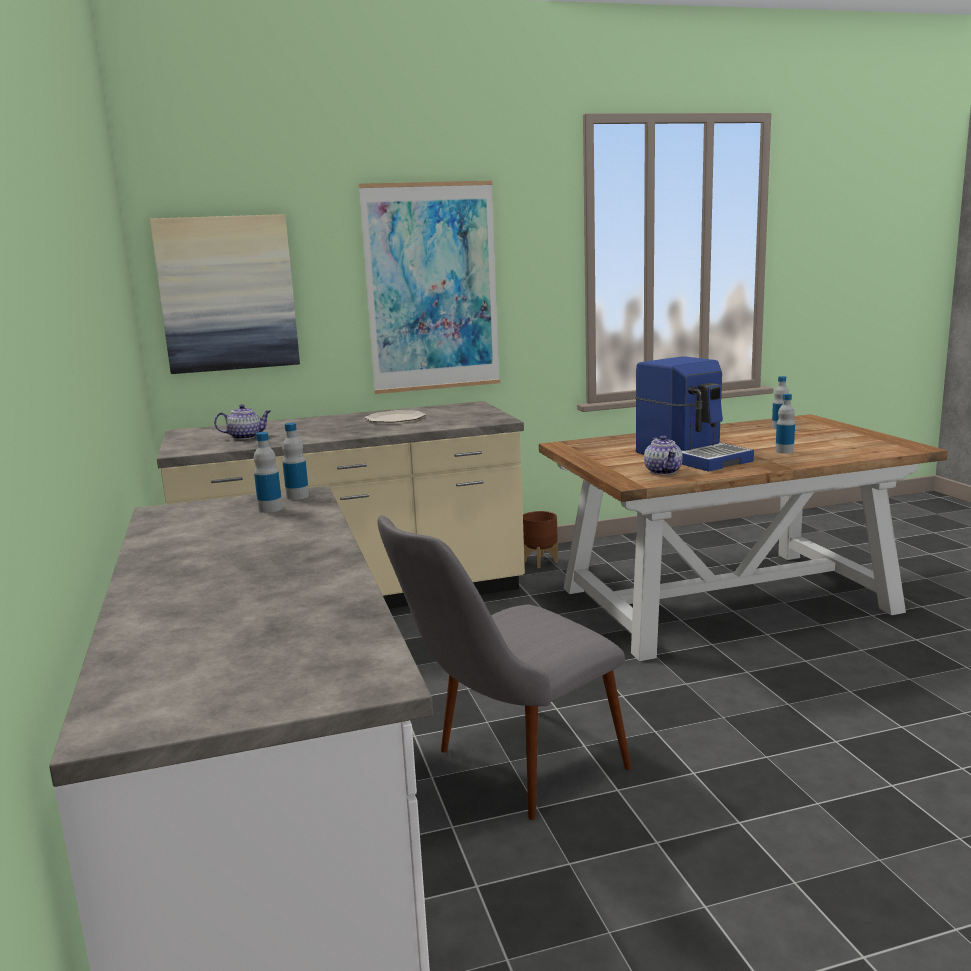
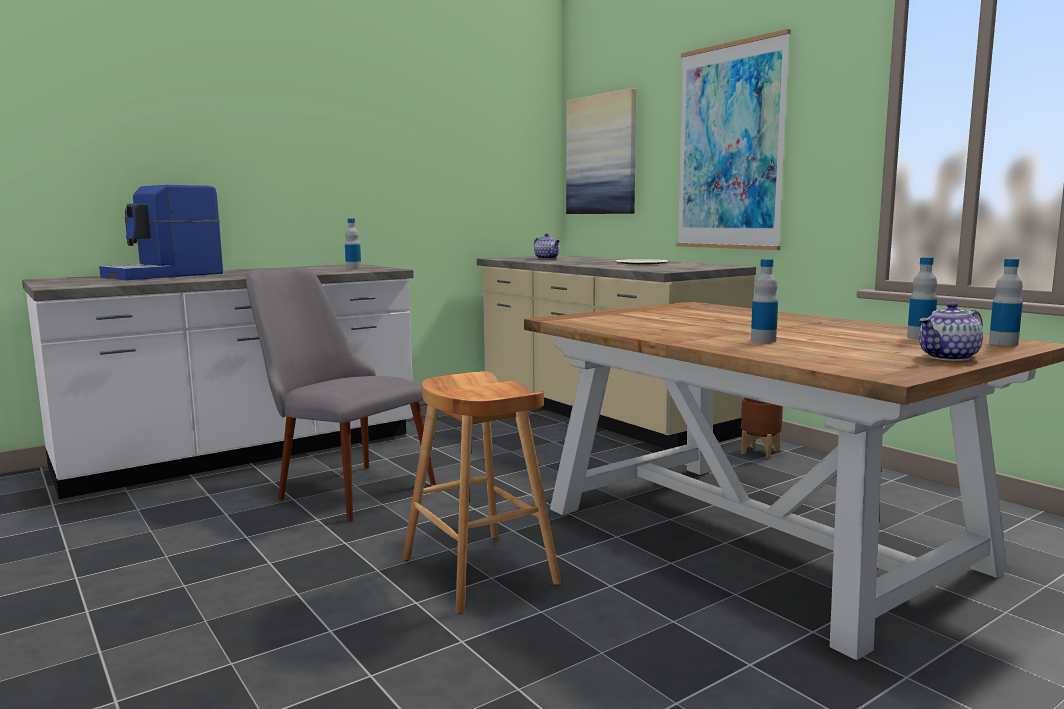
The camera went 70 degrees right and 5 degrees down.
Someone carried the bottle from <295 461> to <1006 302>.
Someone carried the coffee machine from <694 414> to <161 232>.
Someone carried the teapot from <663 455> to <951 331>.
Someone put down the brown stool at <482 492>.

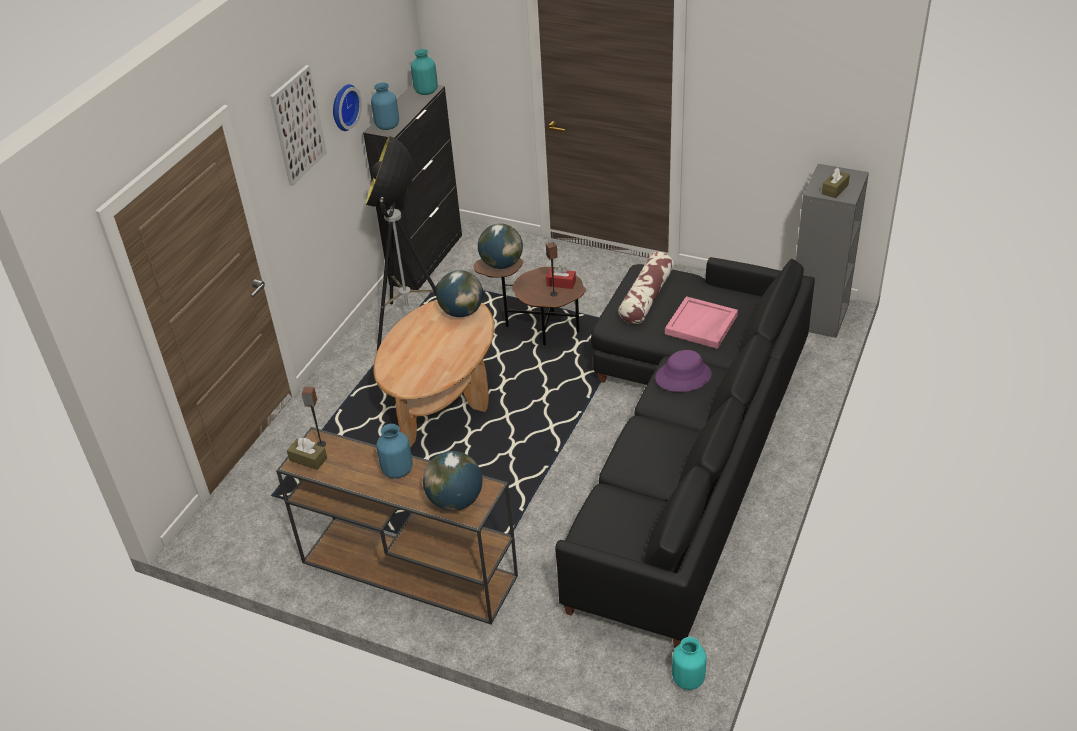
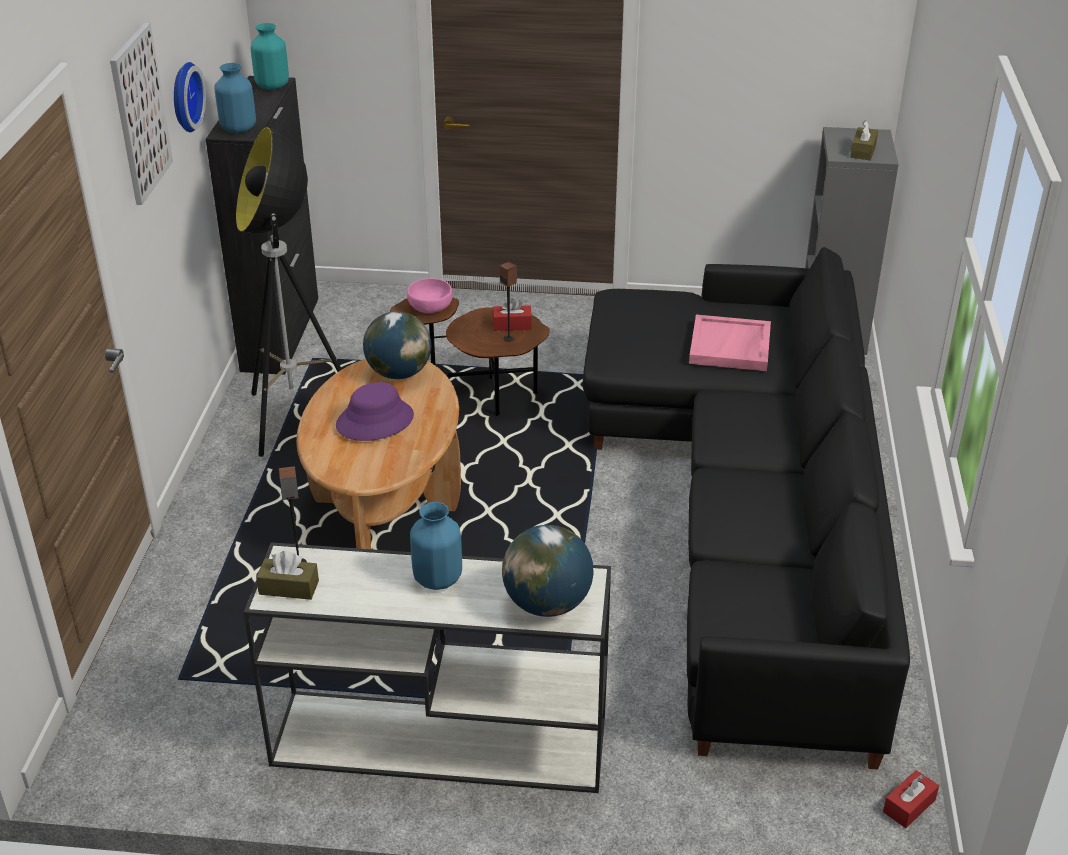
The camera went 20 degrees left and 5 degrees down.
Someone repainted the brown console table at <397 525>, which became the white console table at <427 667>.
Someone swapped the globe at <500 246> for the pink bowl at <430 295>.
Someone took away the pillow at <646 288>.
Someone carried the purple hat from <683 371> to <375 411>.
Someone swapped the turquoise vase at <689 663> for the red tissue box at <911 799>.

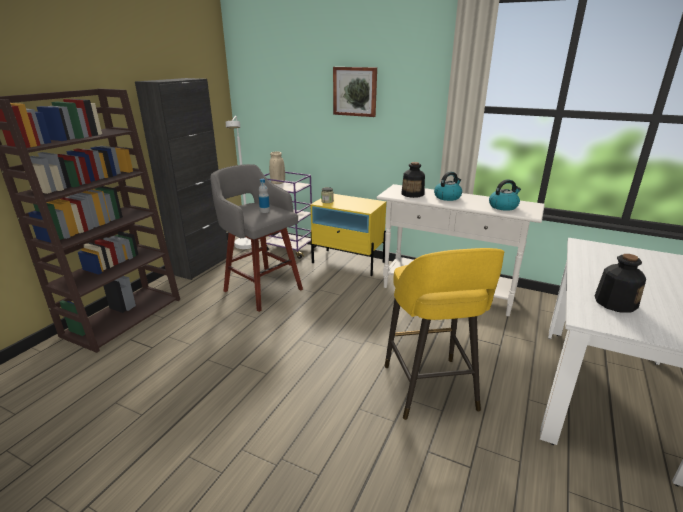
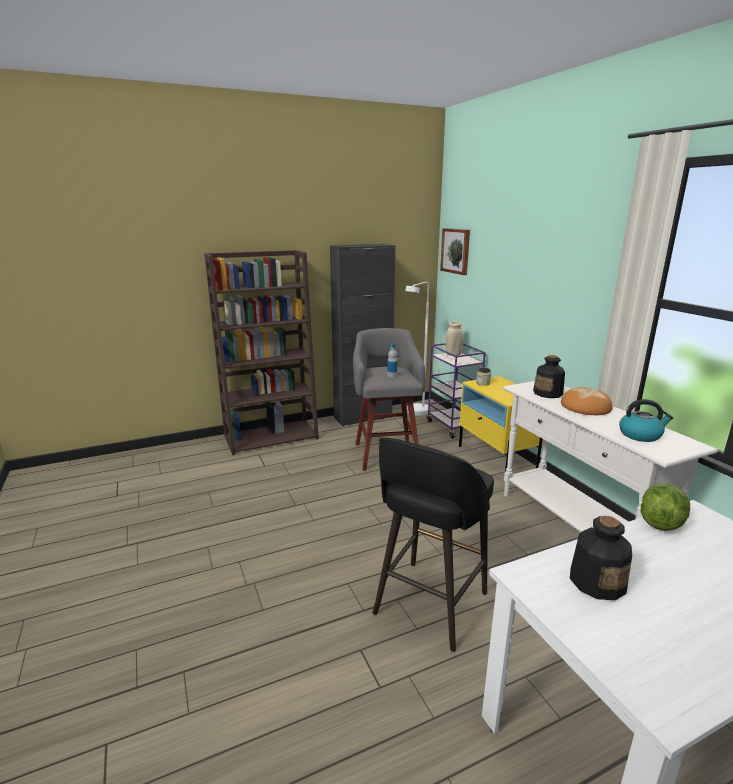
The camera went 40 degrees right and 5 degrees down.
Someone carried the picture from <355 92> to <455 251>.
Someone repainted the yellow stool at <444 334>, which became the black stool at <433 544>.
Someone swapped the kettle at <448 186> for the bread at <587 401>.
Someone put down the lettuce at <665 507>.

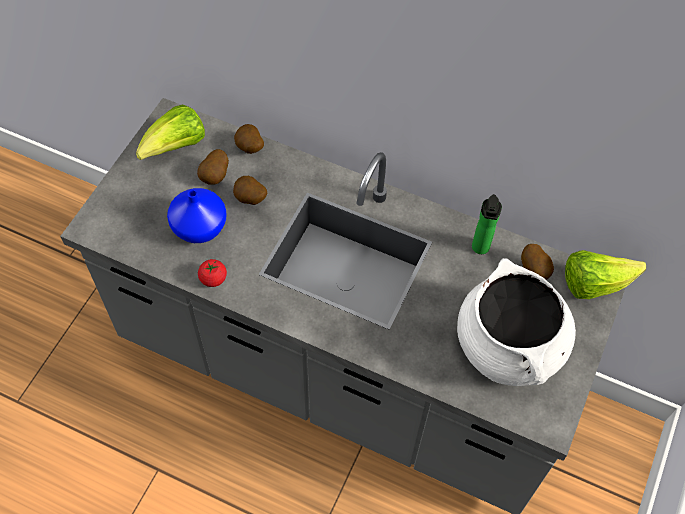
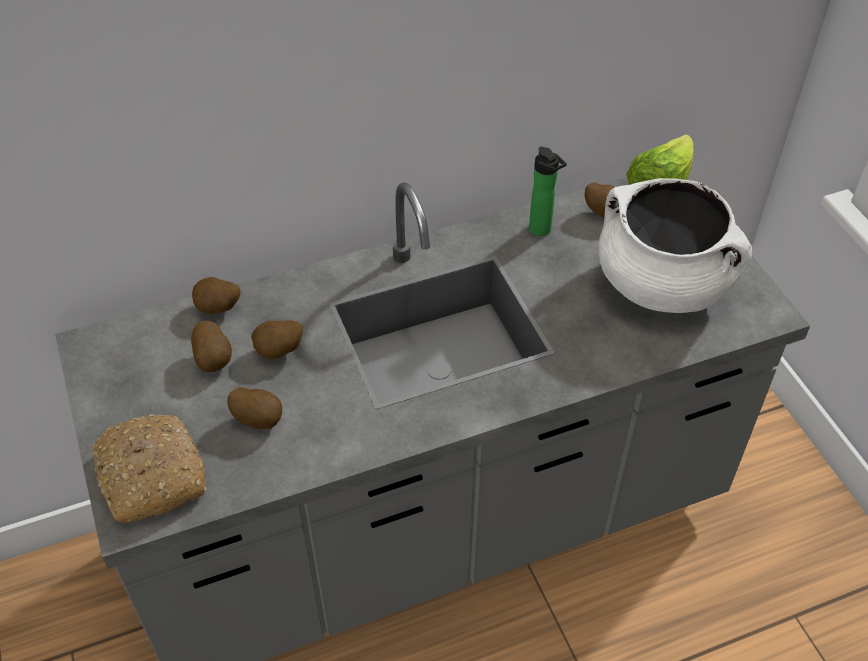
The camera went 45 degrees left and 10 degrees down.
Someone took away the lettuce at <170 132>.
Someone swapped the blue vase at <196 215> for the potato at <254 408>.
Someone took away the tomato at <212 273>.
Someone put down the bread at <149 468>.

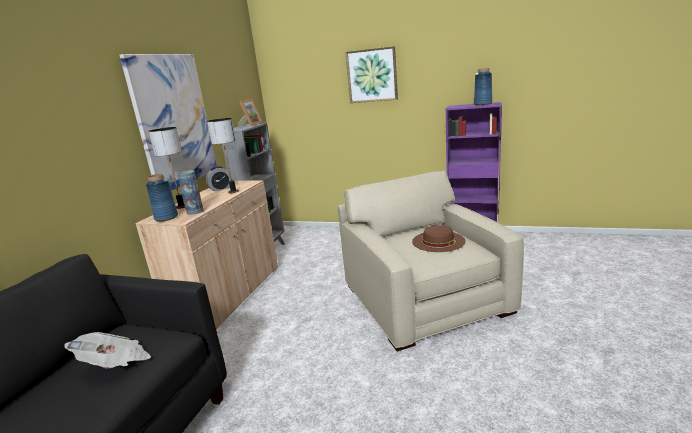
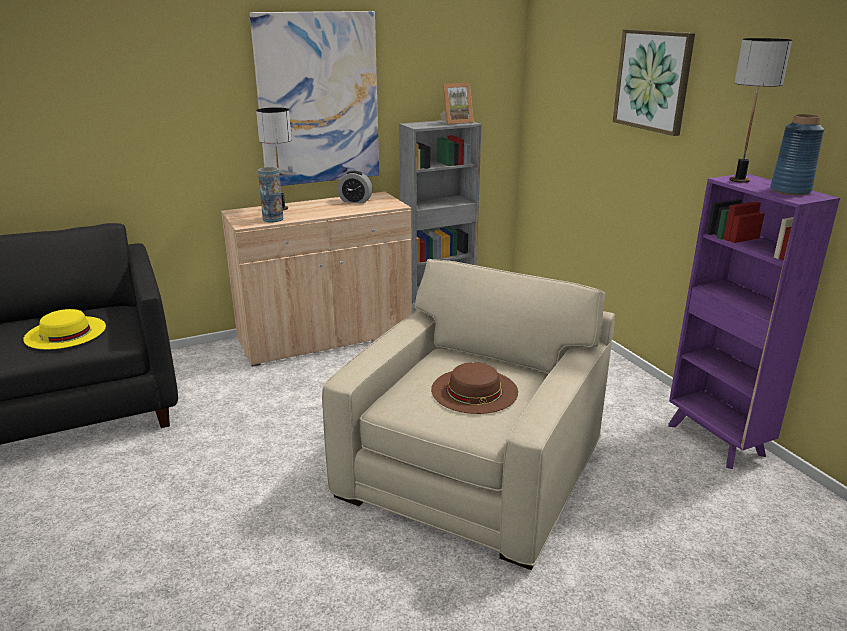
The camera went 45 degrees right and 5 degrees up.
Someone swapped the newspaper at <108 350> for the yellow hat at <64 329>.
Someone took away the blue vase at <162 198>.
Someone carried the table lamp from <223 155> to <760 110>.

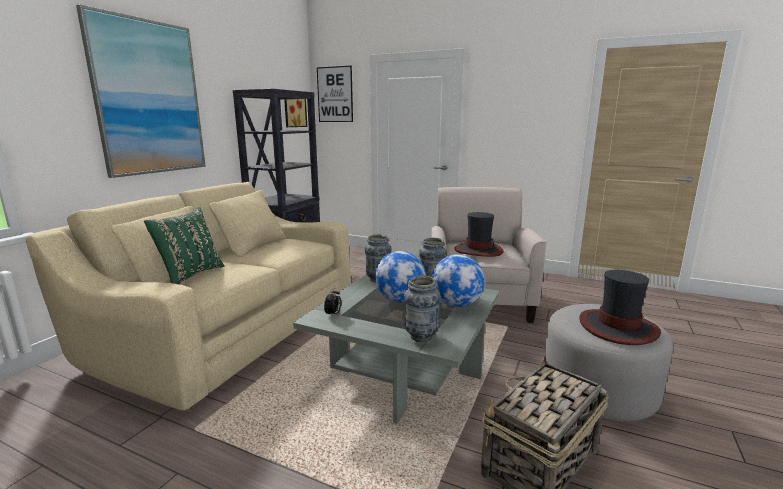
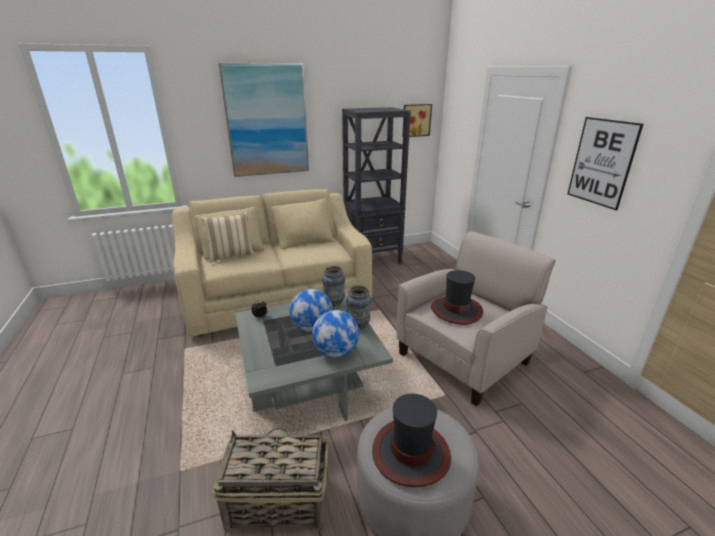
The camera went 45 degrees right and 10 degrees up.
Someone repainted the green pillow at <184 246>, which became the beige pillow at <228 237>.
Someone carried the picture from <335 94> to <605 163>.
Someone took away the vase at <422 309>.

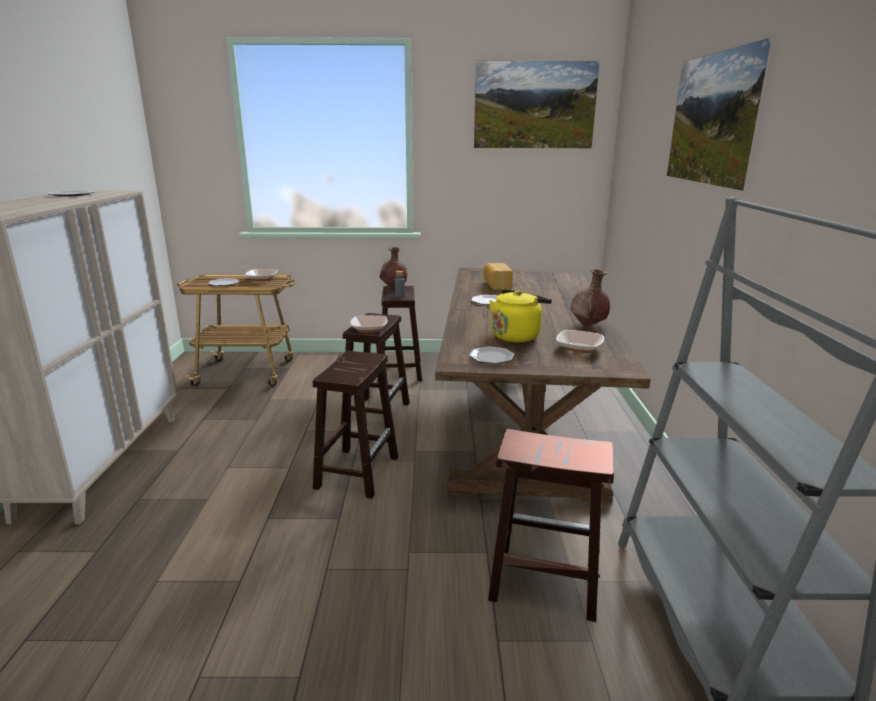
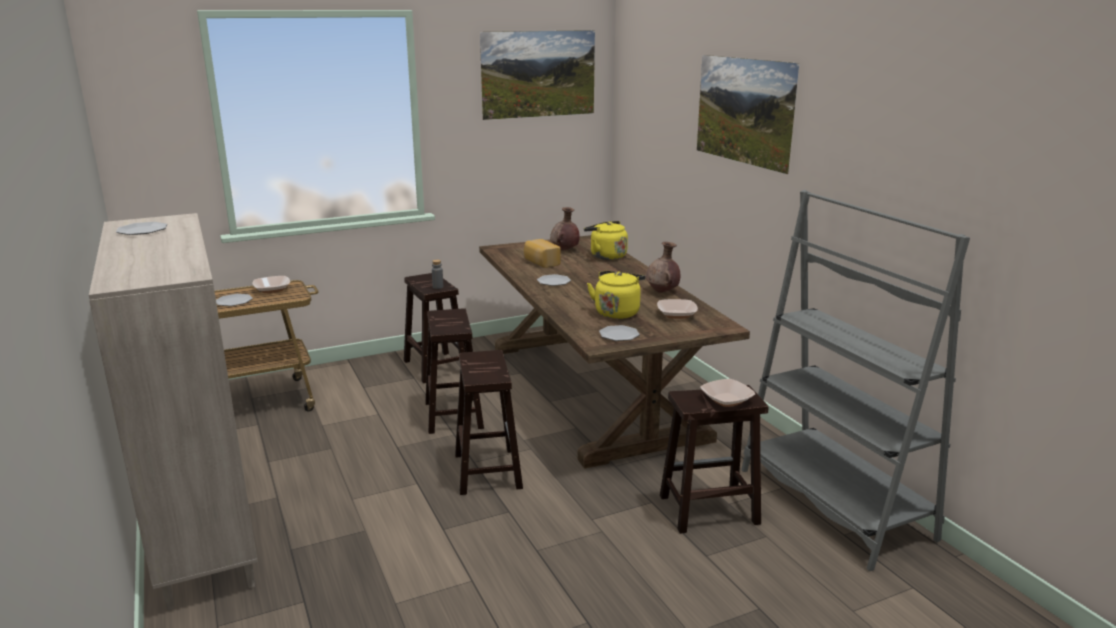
The camera went 25 degrees left and 0 degrees up.
Someone carried the bowl from <369 324> to <727 393>.
Someone carried the brown vase from <394 267> to <565 229>.
Someone put down the yellow kettle at <606 240>.

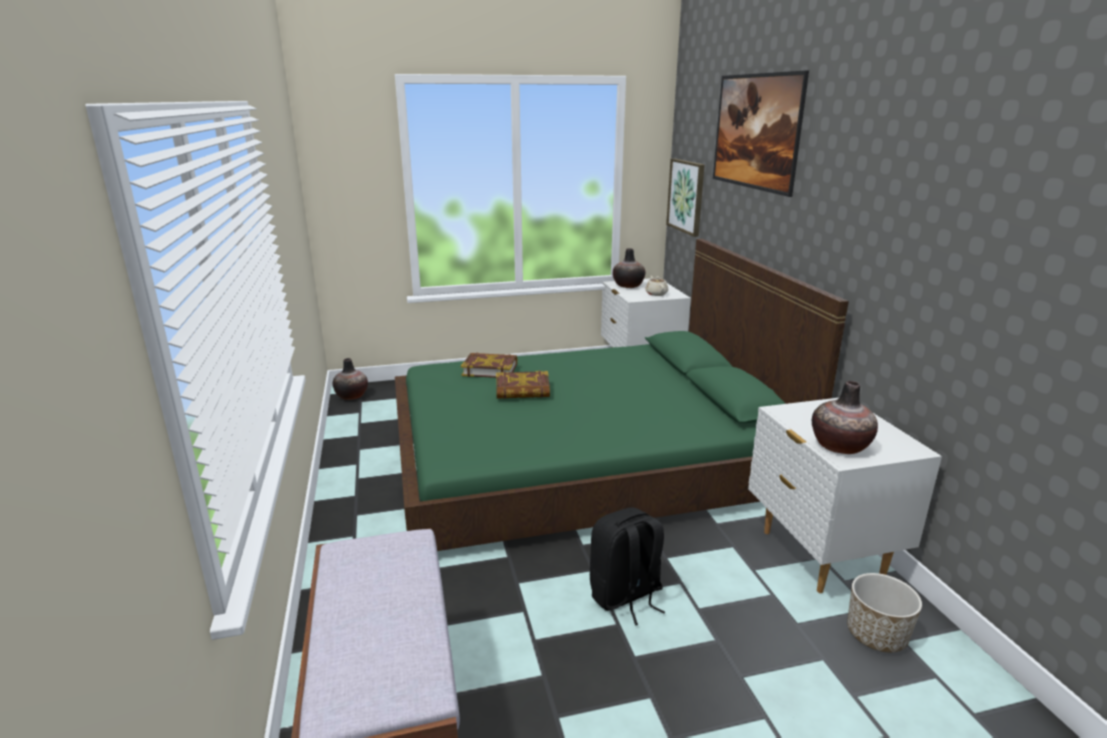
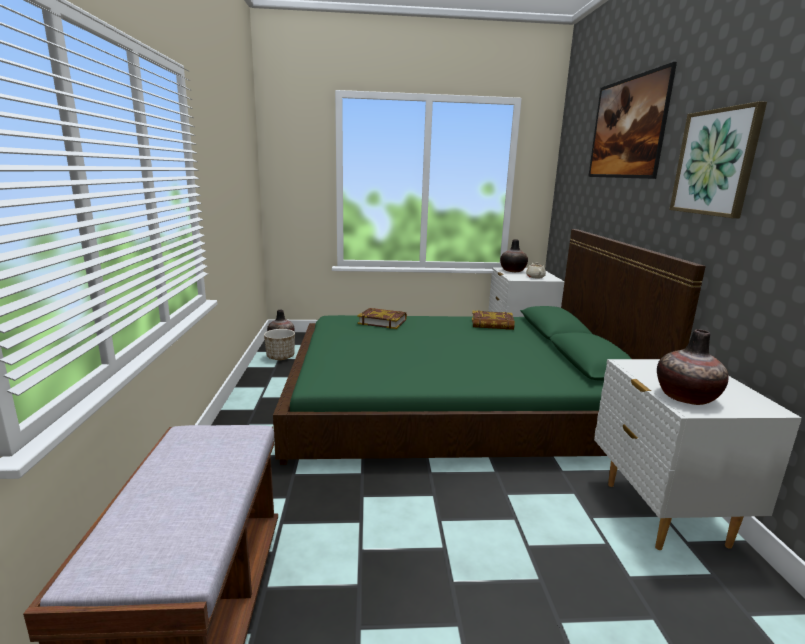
The camera went 10 degrees right and 5 degrees down.
Someone carried the book from <523 385> to <493 320>.
Someone took away the black backpack at <627 566>.
Someone carried the picture from <685 198> to <718 159>.
Someone carried the planter from <884 612> to <279 344>.

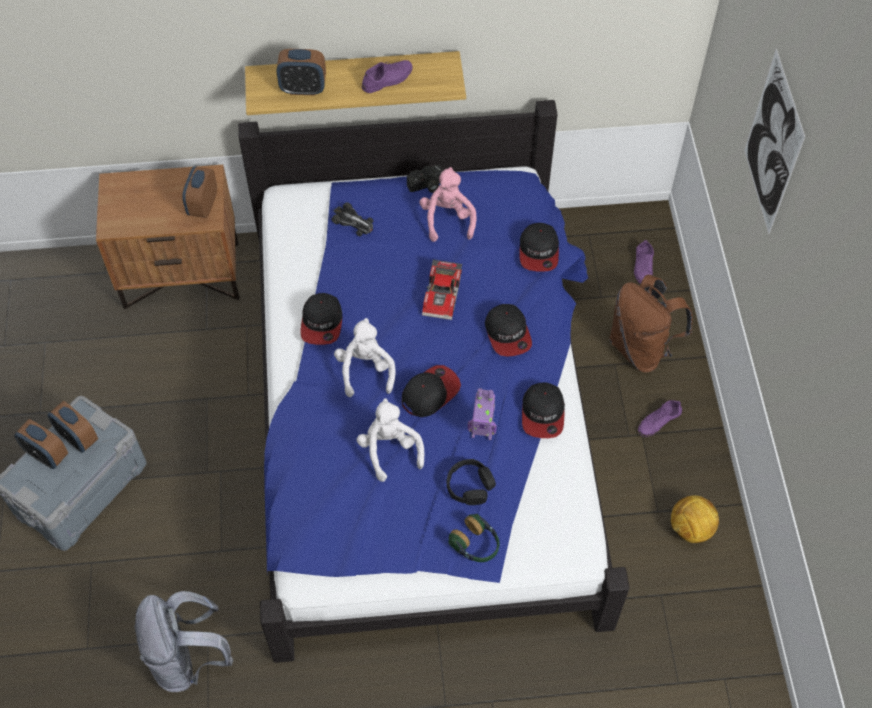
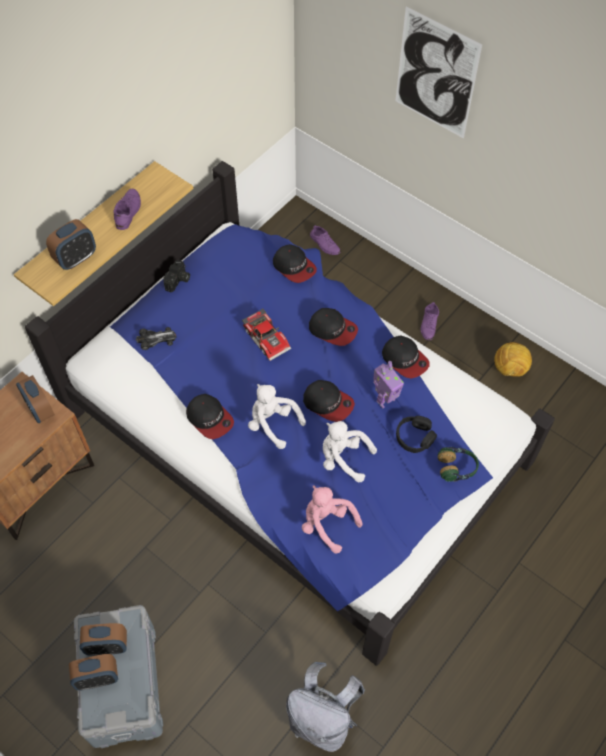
The camera went 45 degrees left and 0 degrees up.
Someone rotated the cap at <431 391> by 120 degrees clockwise.
Someone carried the pink plush toy from <448 204> to <332 519>.
Someone took away the brown backpack at <651 323>.

